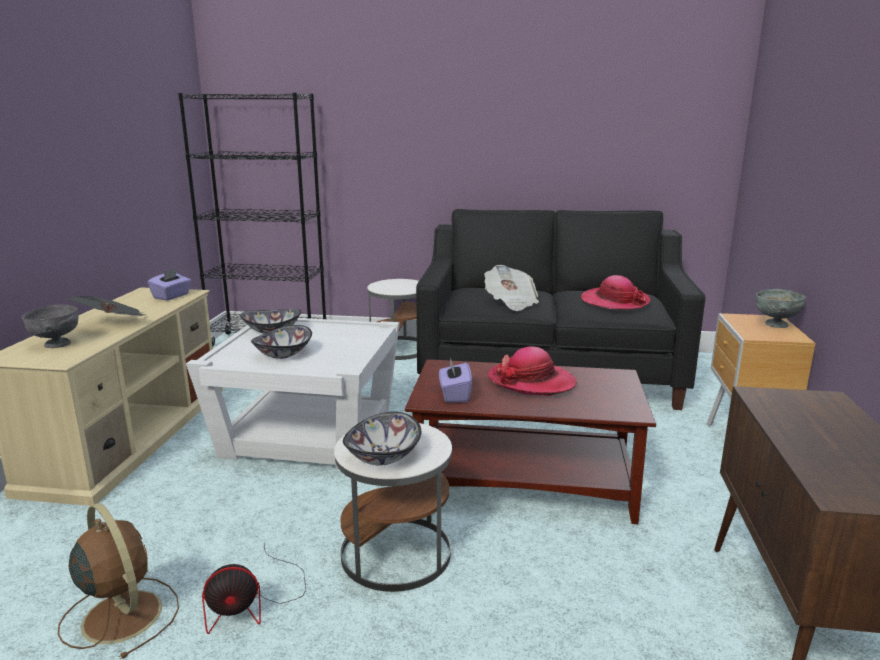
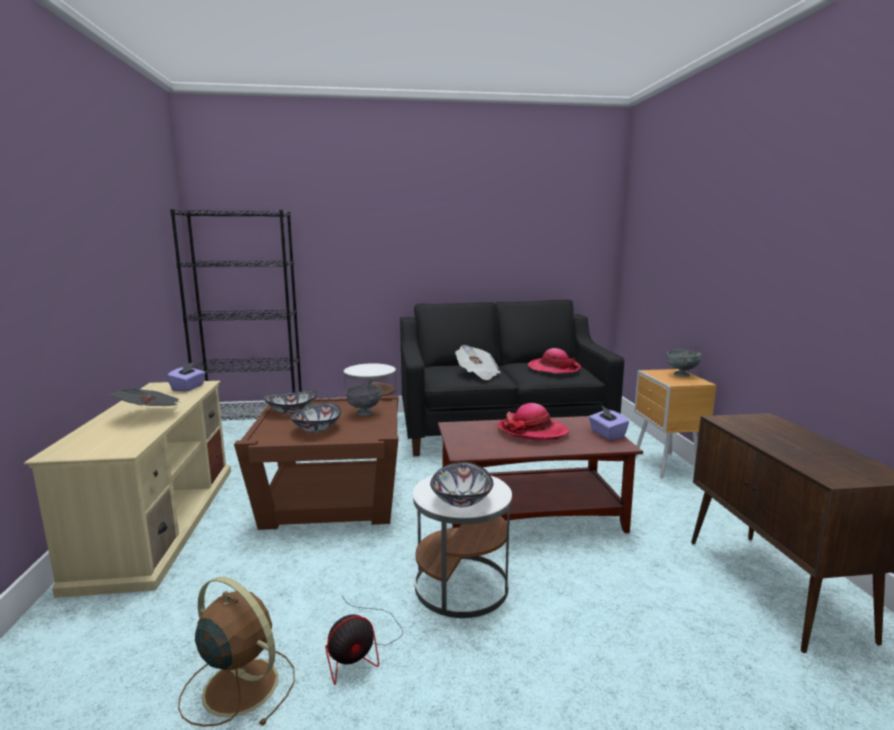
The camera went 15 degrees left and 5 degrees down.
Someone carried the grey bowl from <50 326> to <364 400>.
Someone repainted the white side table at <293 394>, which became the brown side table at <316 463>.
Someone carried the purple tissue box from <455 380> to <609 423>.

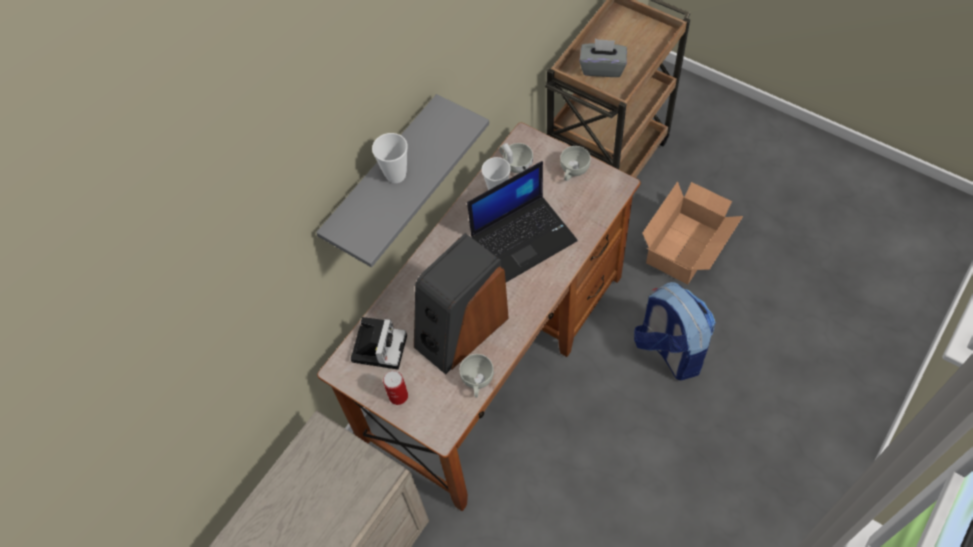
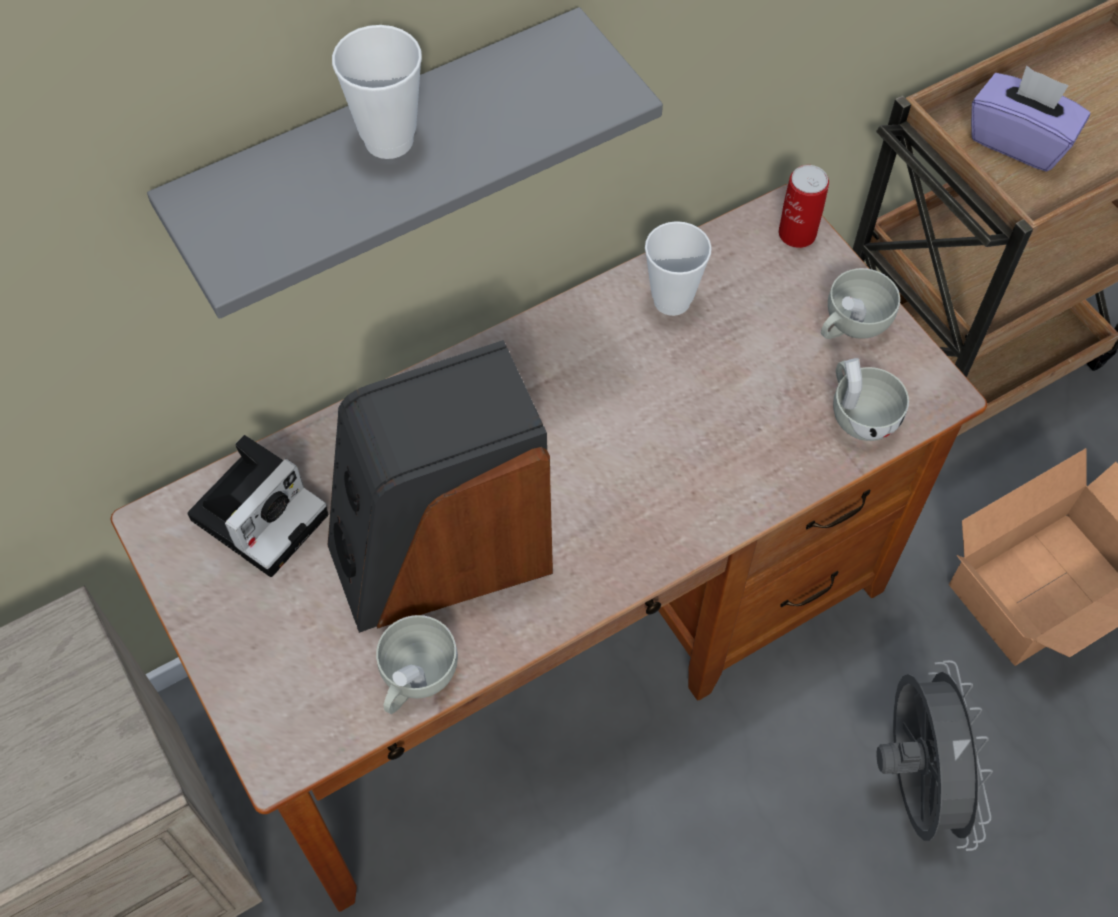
The camera went 20 degrees right and 0 degrees up.
Someone carried the can from <395 388> to <803 206>.
Someone took away the laptop at <522 221>.
Someone carried the white cup from <516 157> to <871 399>.
Someone repainted the grey tissue box at <603 58>, which became the purple tissue box at <1030 118>.
Someone swapped the backpack at <675 331> for the grey fan at <934 755>.

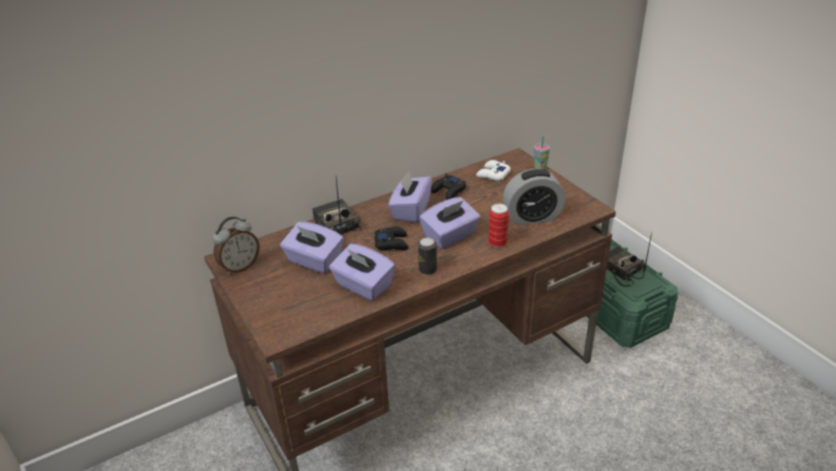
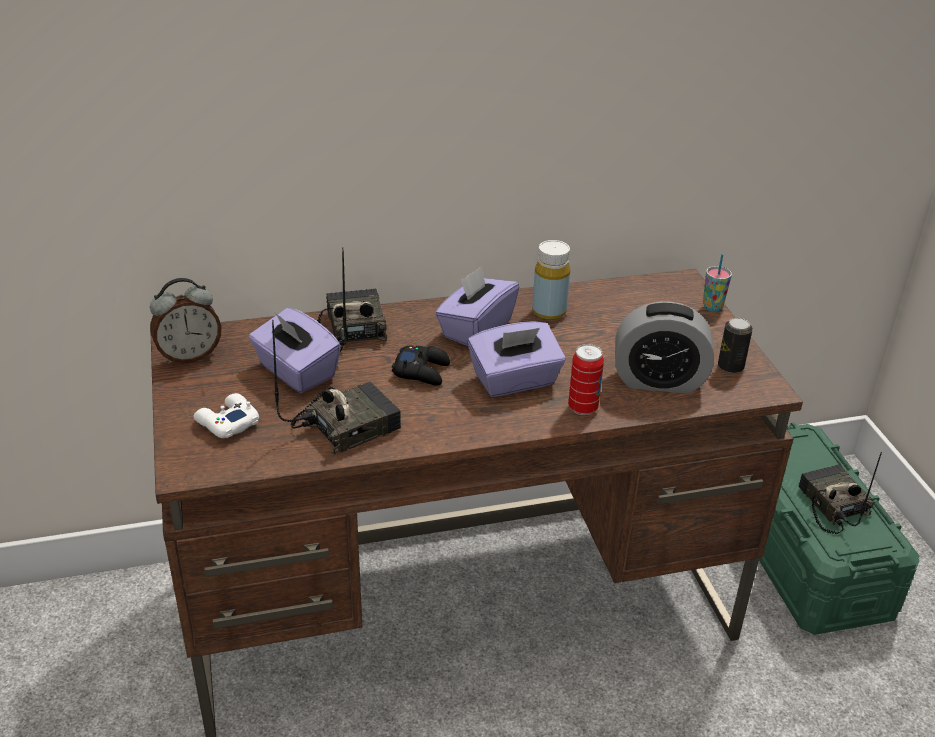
The camera went 15 degrees right and 0 degrees up.
Someone swapped the purple tissue box at <362 272> for the radio at <336 387>.
Someone carried the can from <427 256> to <735 345>.
Someone swapped the black game controller at <448 186> for the yellow bottle at <551 280>.
Someone carried the white game controller from <493 170> to <226 415>.

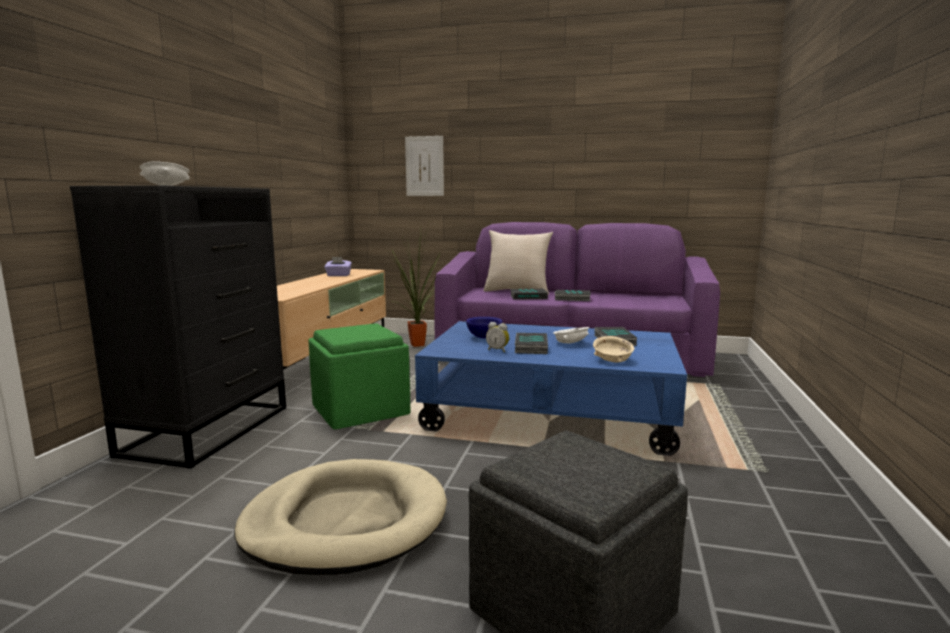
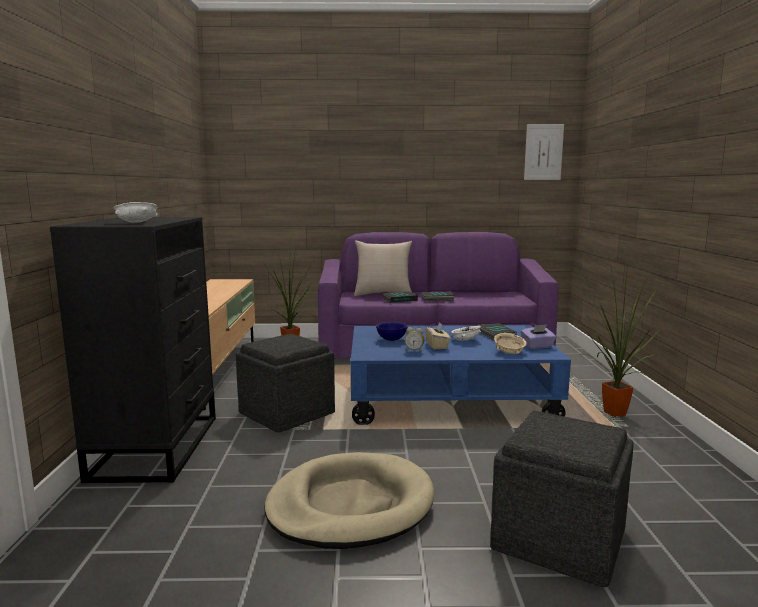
The camera went 15 degrees left and 0 degrees up.
Someone repainted the green ottoman at <359 376>, which became the grey ottoman at <285 383>.
Someone carried the purple tissue box from <338 266> to <538 337>.
Someone carried the picture from <424 166> to <544 152>.
Someone swapped the book at <531 343> for the beige tissue box at <437 336>.
Someone put down the potted plant at <623 335>.

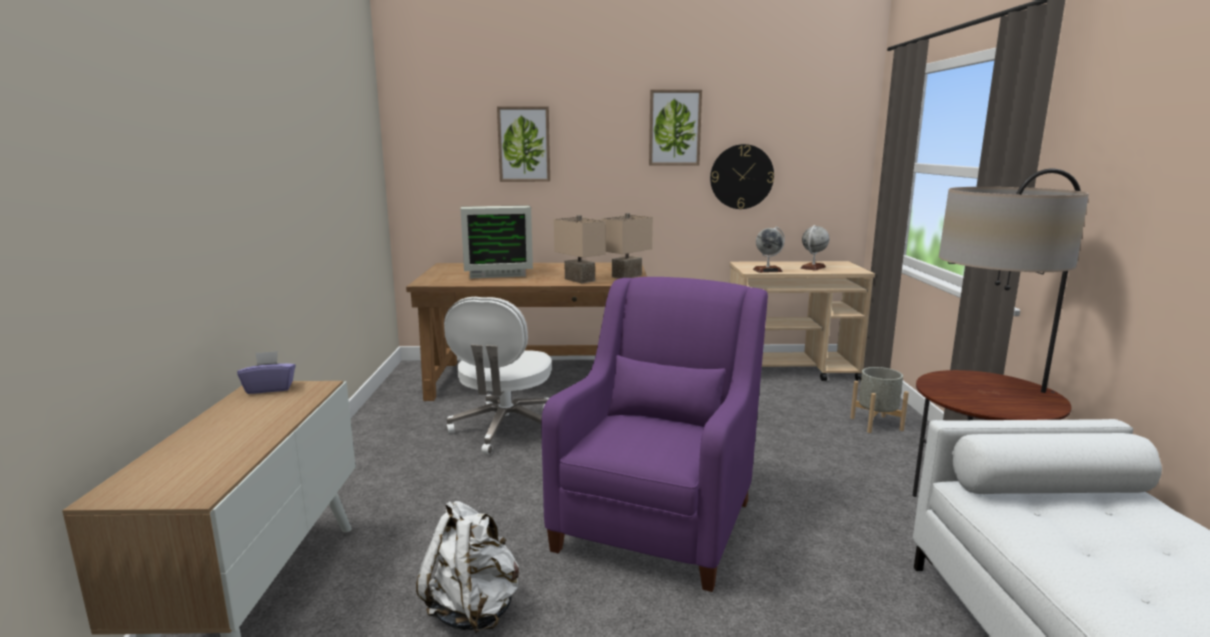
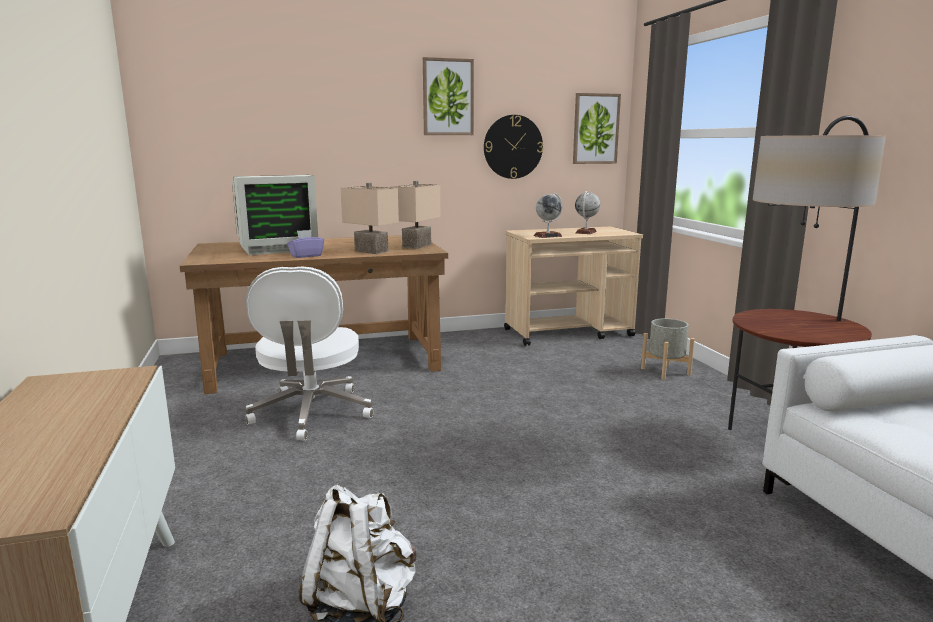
The camera went 15 degrees left and 0 degrees up.
Someone carried the purple tissue box from <266 372> to <305 244>.
Someone carried the picture from <523 144> to <597 128>.
Someone took away the purple armchair at <654 434>.

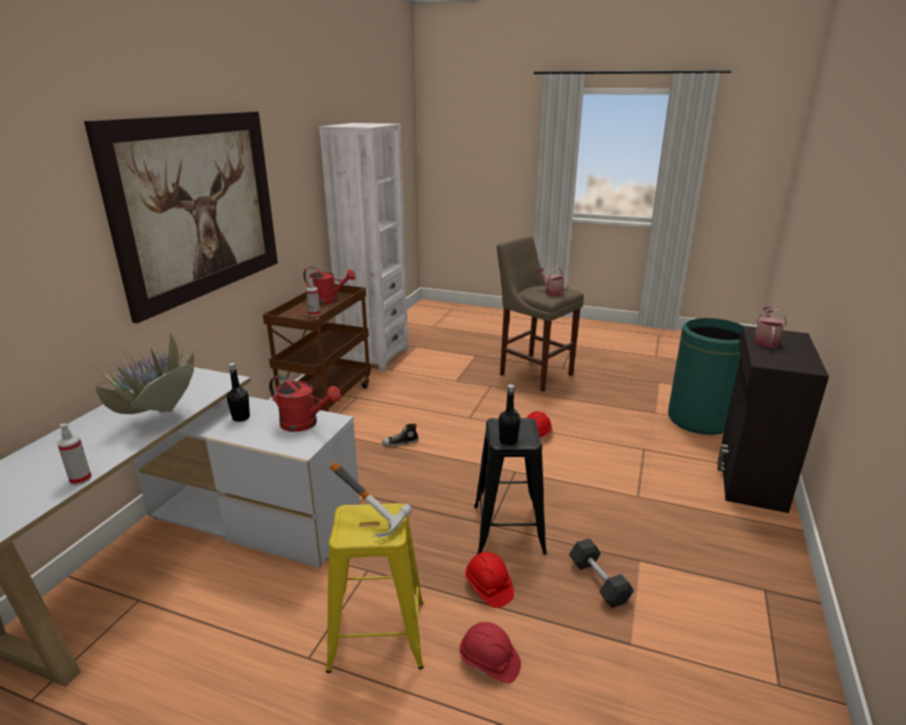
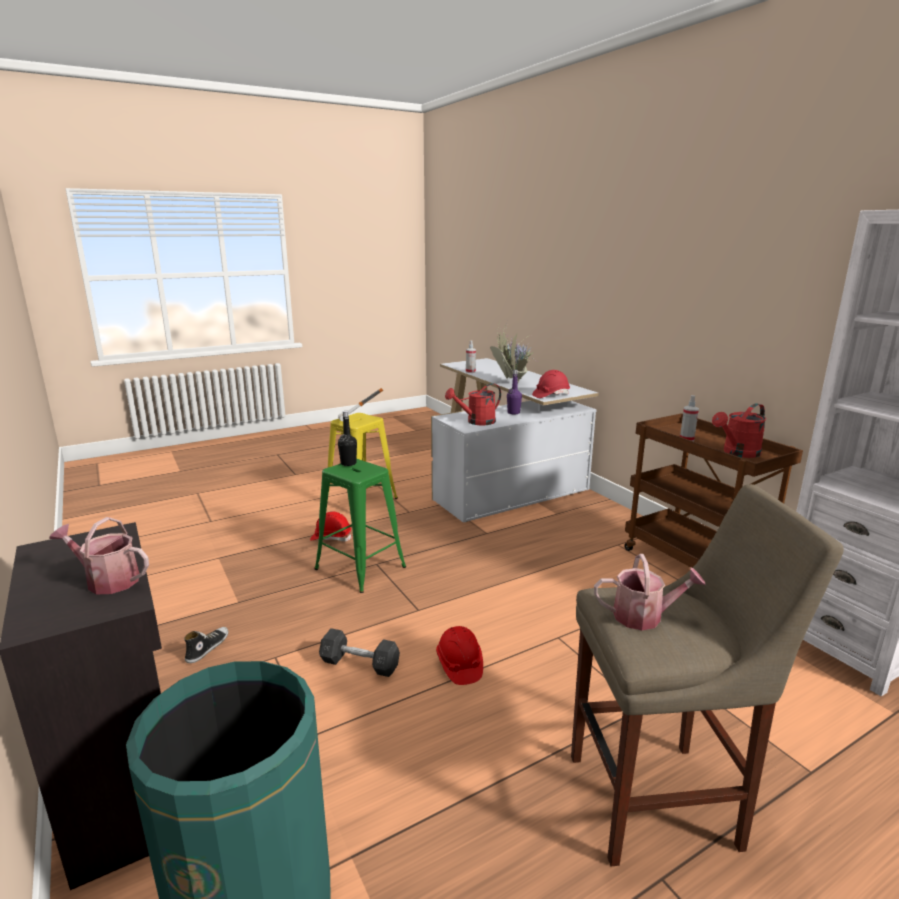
The camera went 130 degrees right and 5 degrees down.
Someone took away the picture at <181 217>.
Someone repainted the black bottle at <238 392>, which became the purple bottle at <514 392>.
Someone carried the shoe from <400 435> to <206 645>.
Someone carried the red hard hat from <490 653> to <551 384>.
Someone repainted the black stool at <510 486>, which became the green stool at <360 526>.
Someone carried the grey dumbbell from <601 573> to <359 652>.
Someone rotated the watering can at <770 327> by 135 degrees clockwise.

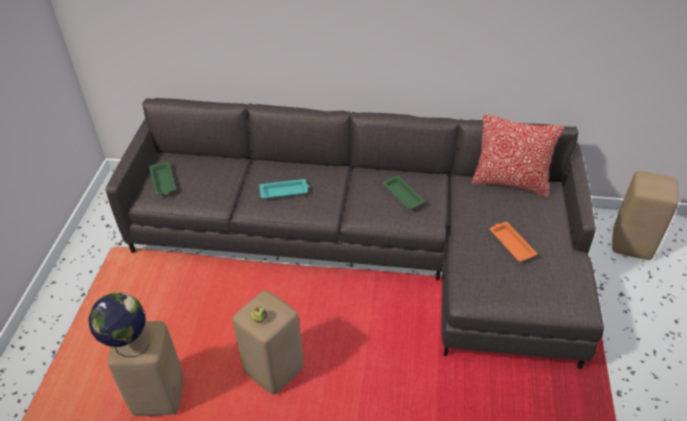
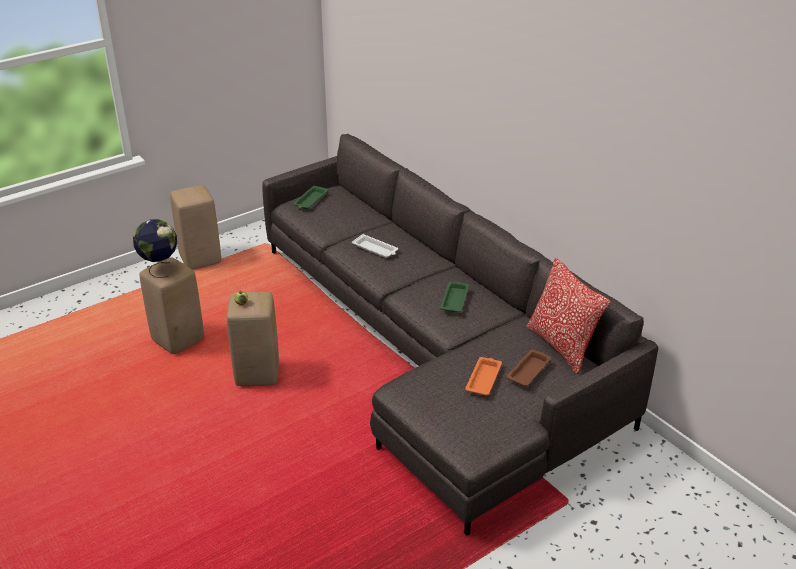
The camera went 45 degrees right and 10 degrees down.
Someone repainted the turquoise tray at <284 188>, which became the white tray at <375 246>.
Someone carried the beige stool from <645 215> to <195 227>.
Someone put down the brown tray at <528 368>.

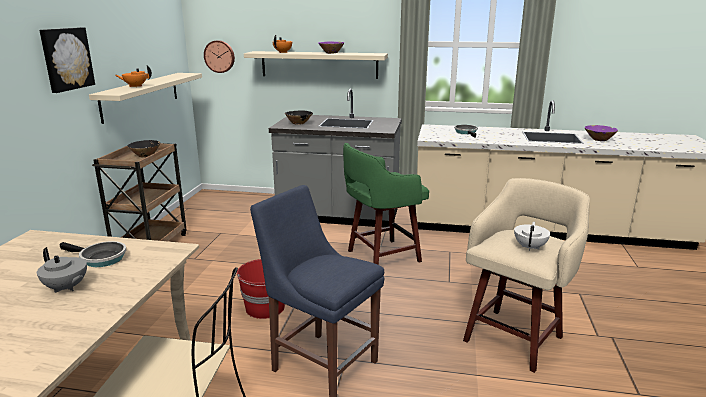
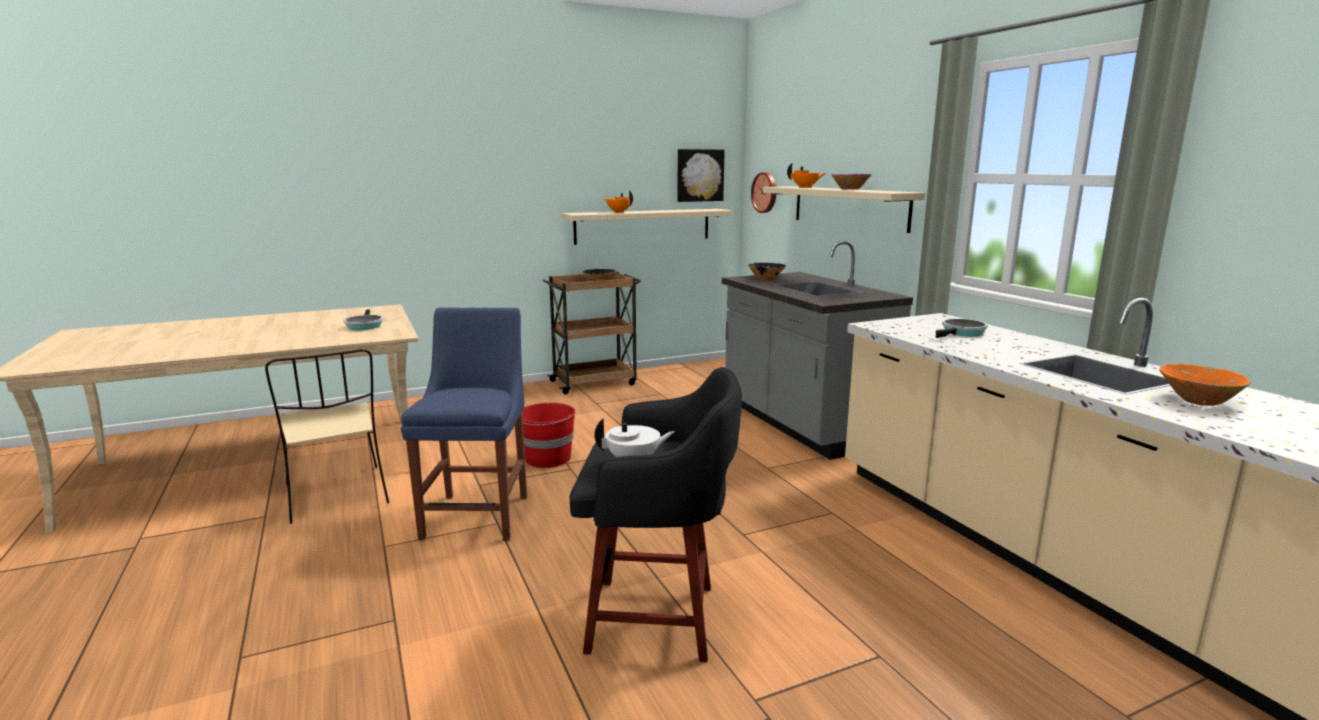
The camera went 55 degrees right and 5 degrees down.
Someone took away the grey teapot at <62 270>.
Someone carried the picture from <67 60> to <701 175>.
Someone took away the green stool at <386 204>.
Someone repainted the beige stool at <526 275>, which became the black stool at <656 514>.
Someone repainted the purple bowl at <601 133>, which became the orange bowl at <1205 385>.

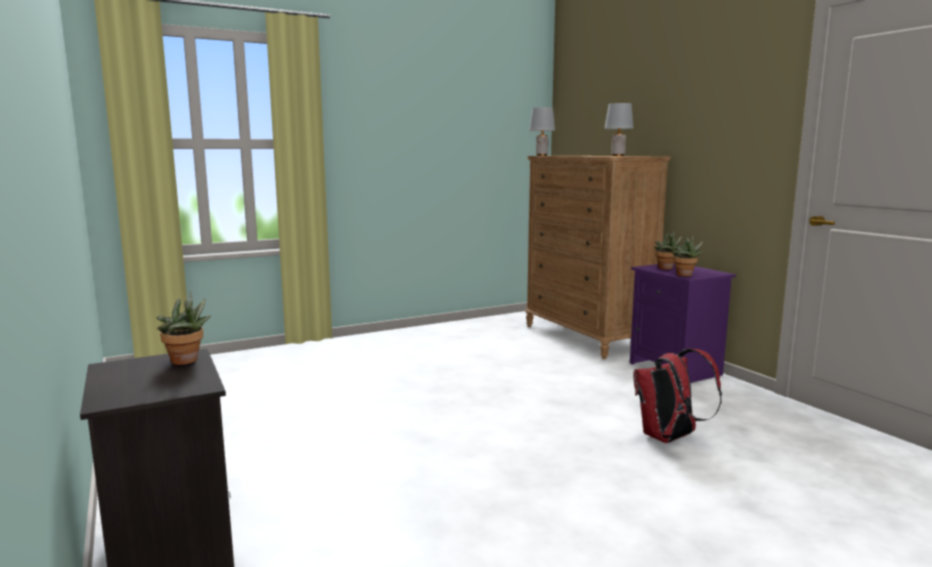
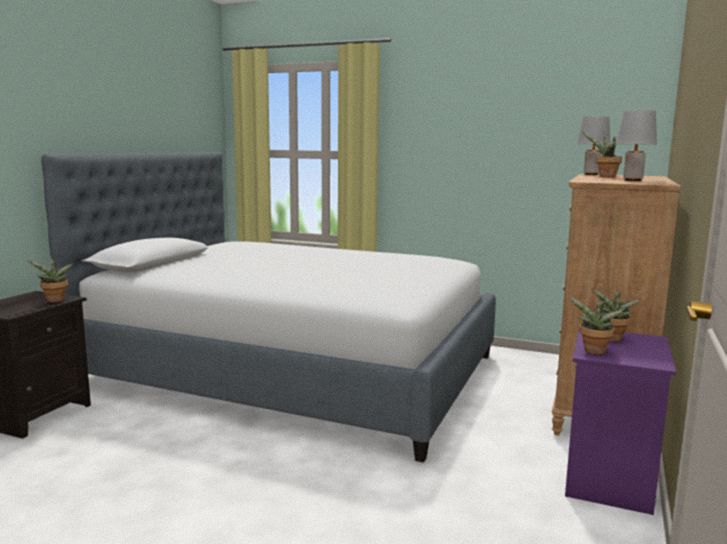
The camera went 50 degrees right and 0 degrees up.
Someone took away the red backpack at <677 395>.
Someone put down the bed at <268 307>.
Someone put down the potted plant at <602 154>.

